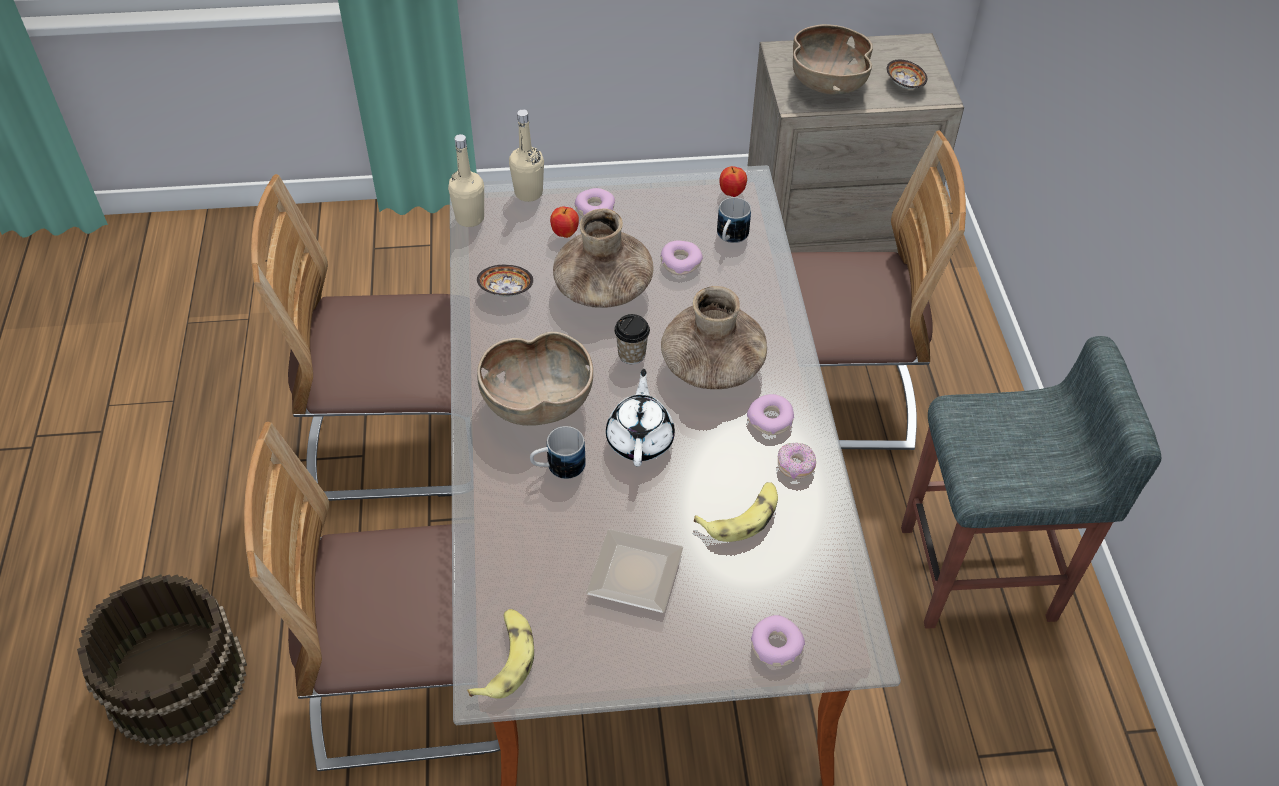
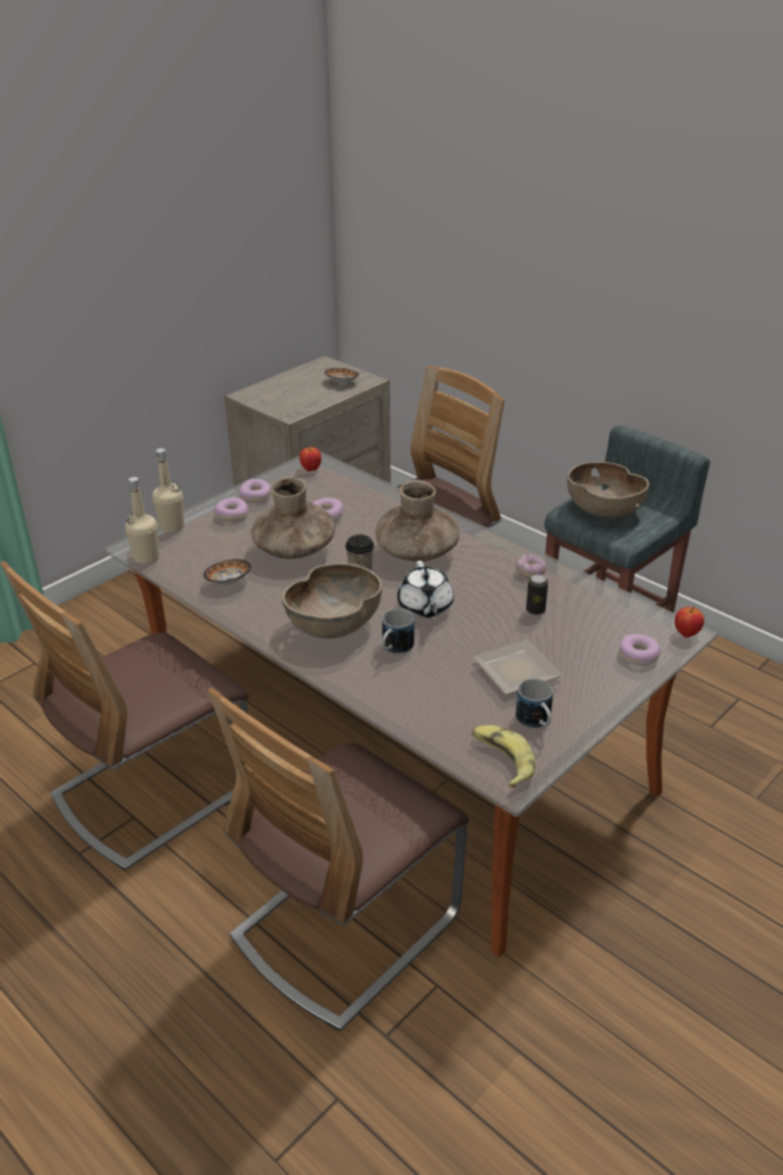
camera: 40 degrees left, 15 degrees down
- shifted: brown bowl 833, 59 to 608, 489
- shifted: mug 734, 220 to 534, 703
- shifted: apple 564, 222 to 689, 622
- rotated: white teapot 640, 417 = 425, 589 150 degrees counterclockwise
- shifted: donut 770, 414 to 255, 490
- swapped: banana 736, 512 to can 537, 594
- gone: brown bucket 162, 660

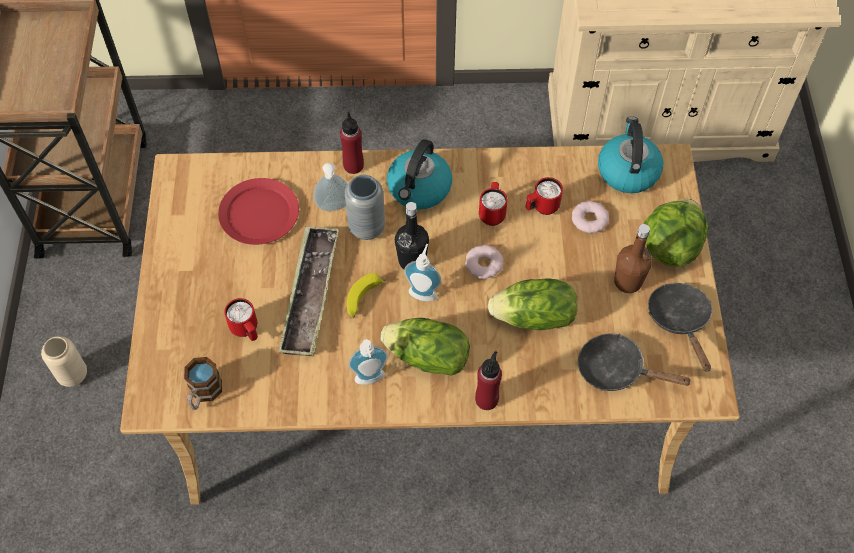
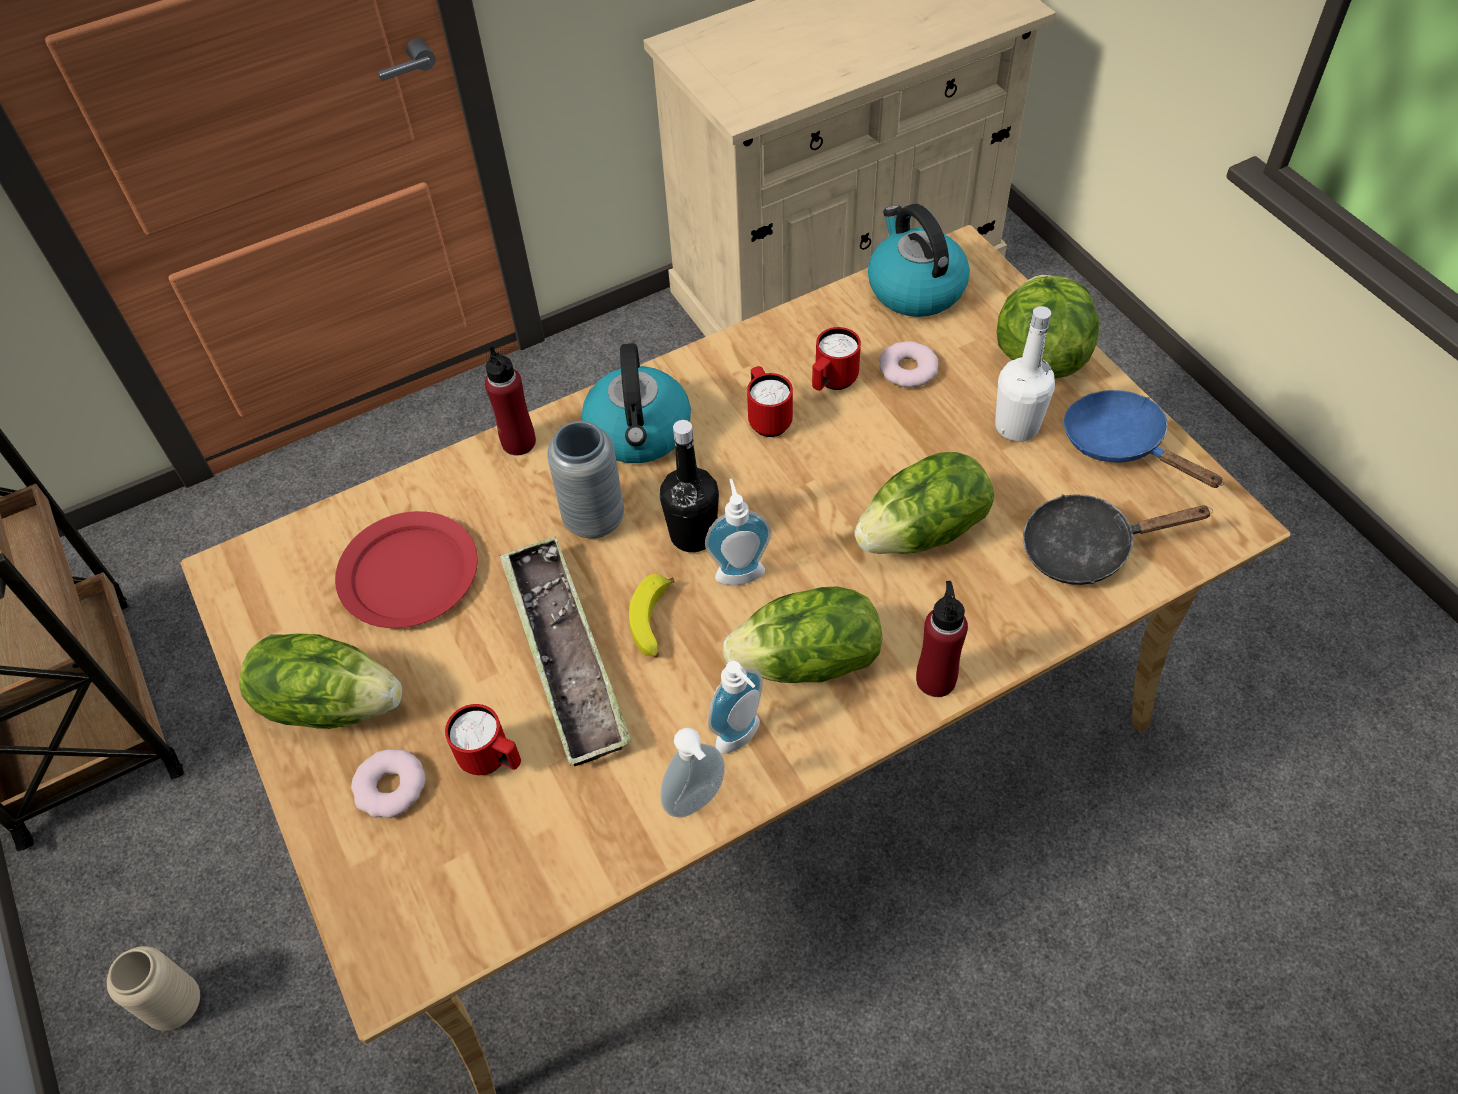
camera: 25 degrees left, 5 degrees down
- shifted: soap dispenser 331, 187 to 693, 772
- repainted: brown bottle 633, 258 to white bottle 1025, 374
- shifted: donut 484, 262 to 388, 783
- repainted: black frying pan 680, 327 to blue frying pan 1144, 439
- gone: mug 203, 383
- new: lettuce 321, 681

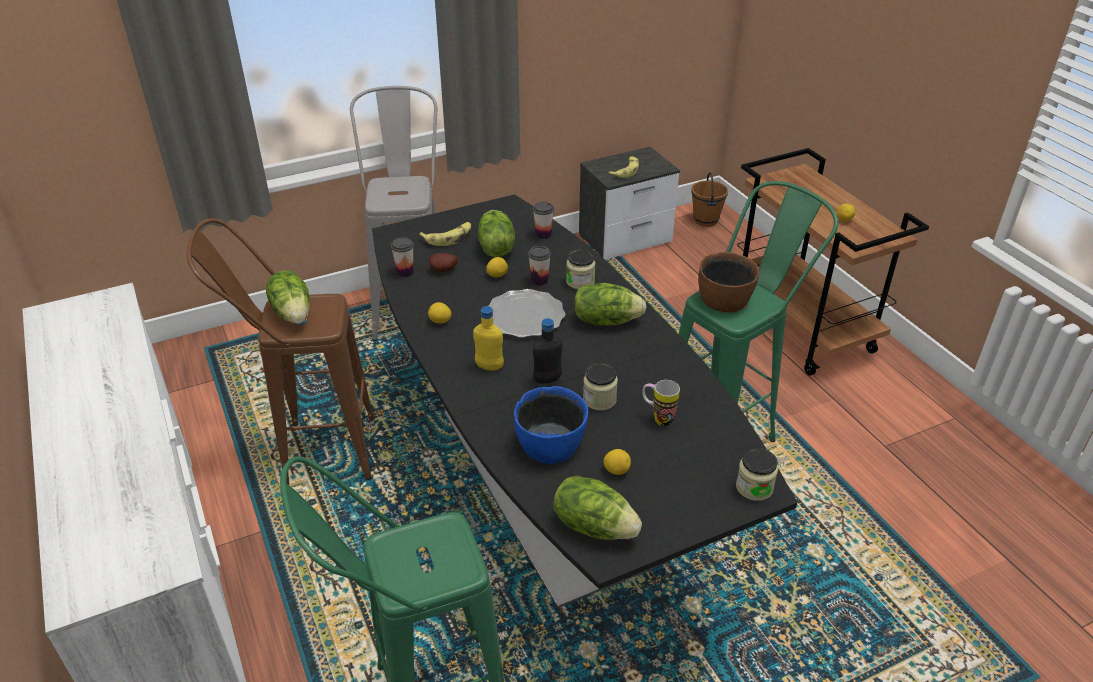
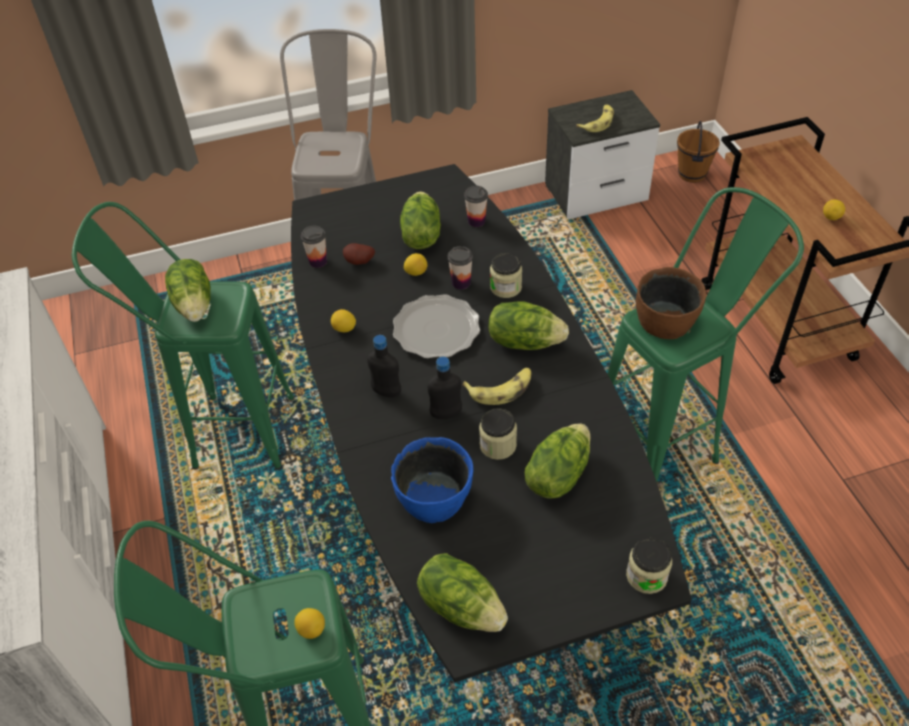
camera: 10 degrees right, 10 degrees up
- repainted: brown stool 281, 351 to green stool 183, 336
- shifted: banana 445, 234 to 497, 386
- repainted: yellow bottle 488, 338 to black bottle 384, 366
- swapped: mug 661, 403 to lettuce 558, 461
- shifted: lemon 617, 462 to 309, 623

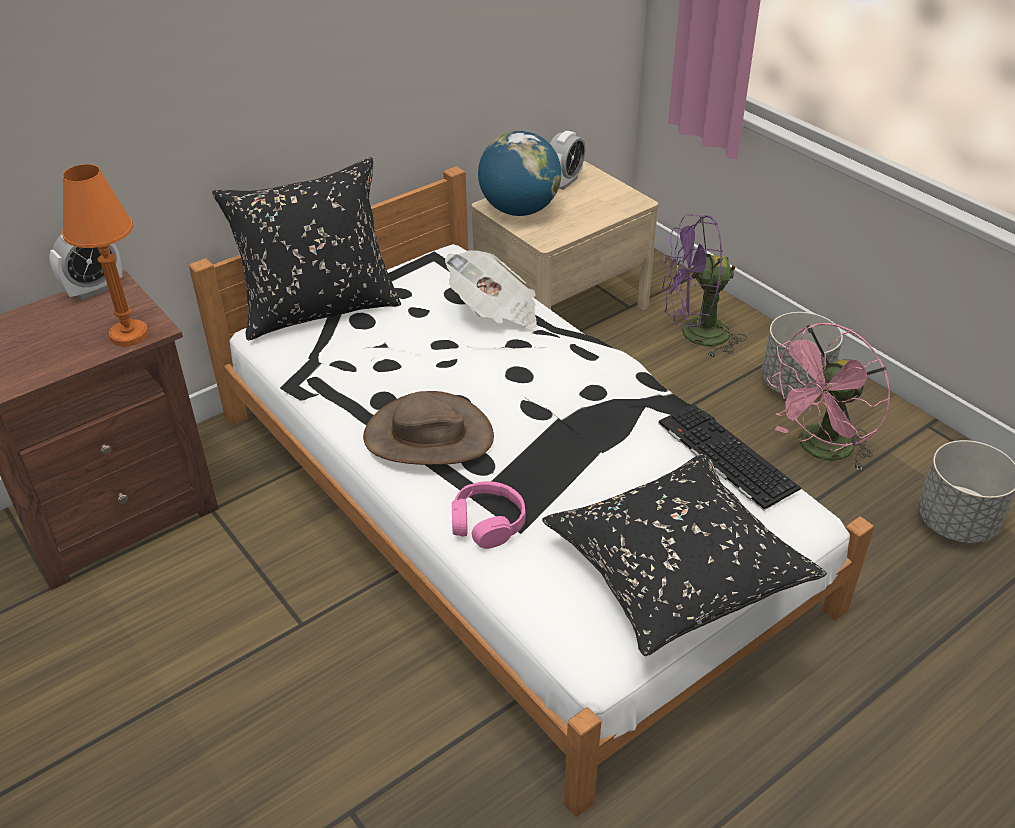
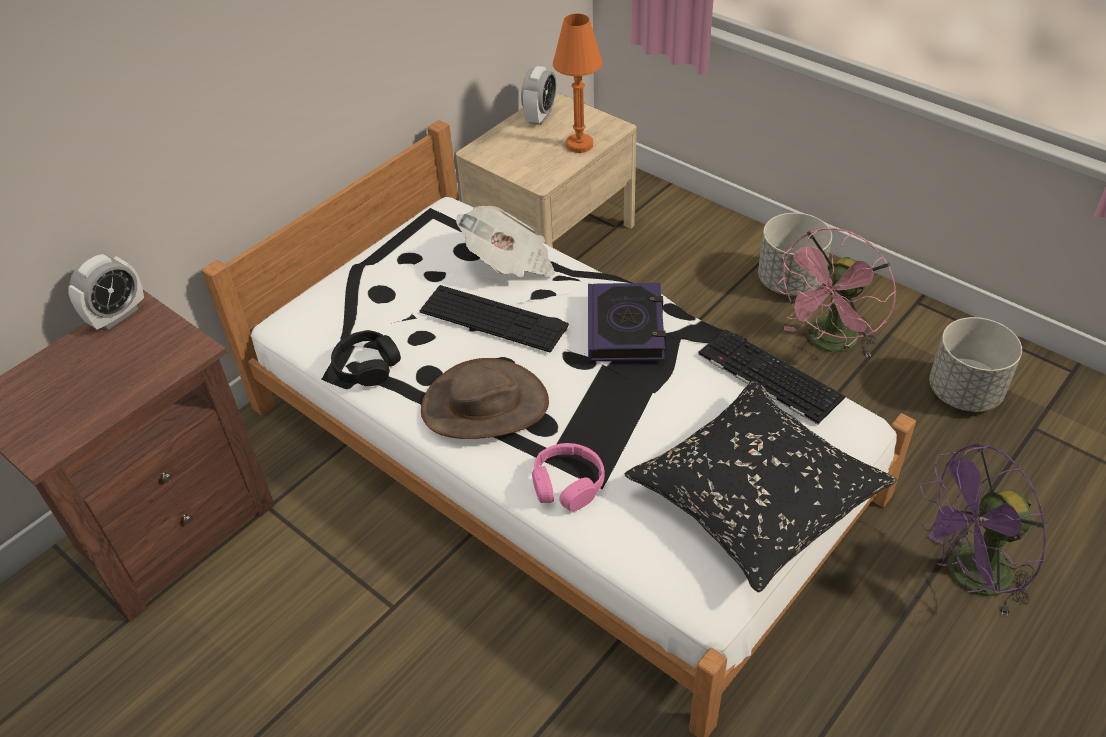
camera: 10 degrees left, 5 degrees up
- gone: globe 519, 173
- gone: black pillow 306, 249
- shifted: orange table lamp 105, 255 to 578, 83
- shifted: purple fan 704, 286 to 983, 530
- new: book 627, 322
- new: keyboard 494, 318
- new: black headphones 366, 358

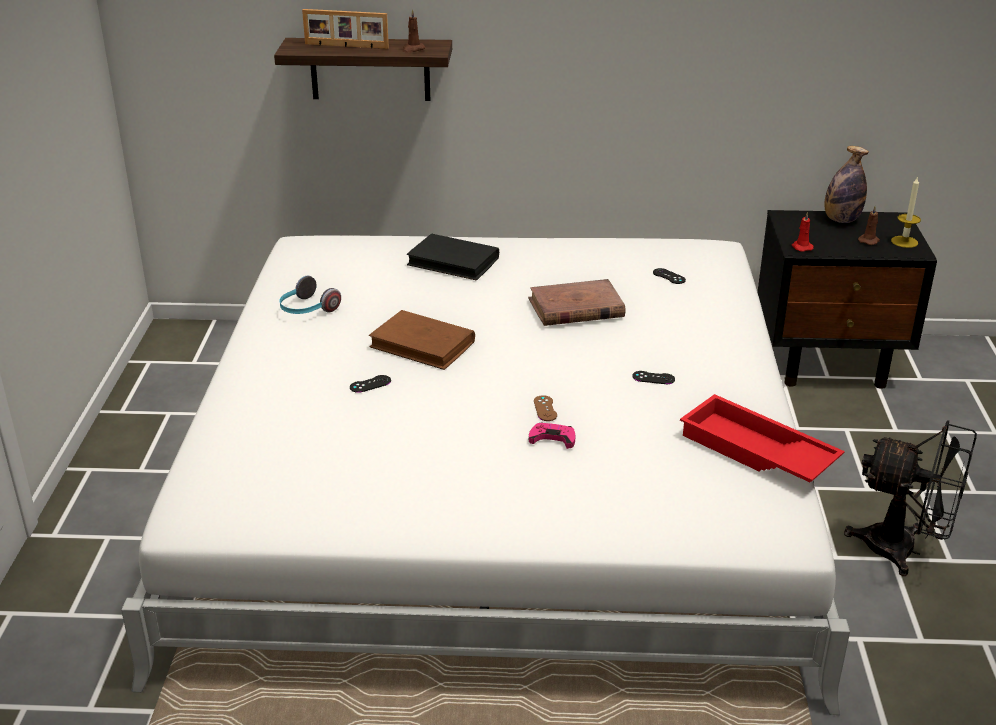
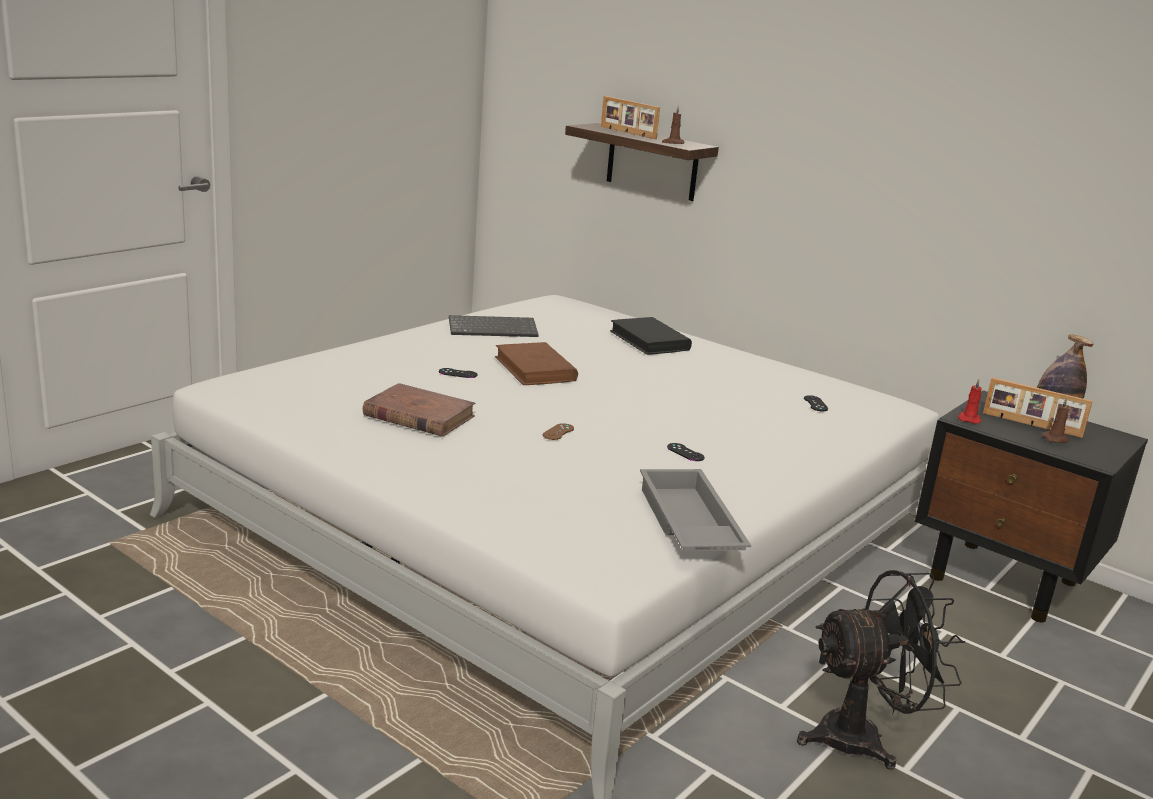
camera: 35 degrees right, 10 degrees down
- gone: candle 906, 212
- swapped: headphones 310, 295 to keyboard 494, 326
- shifted: brown book 576, 302 to 419, 410
- repainted: red tray 762, 438 to grey tray 695, 510
- rotated: black fan 910, 498 = 881, 670 75 degrees counterclockwise
- gone: pink game controller 552, 435
- new: picture frame 1038, 407

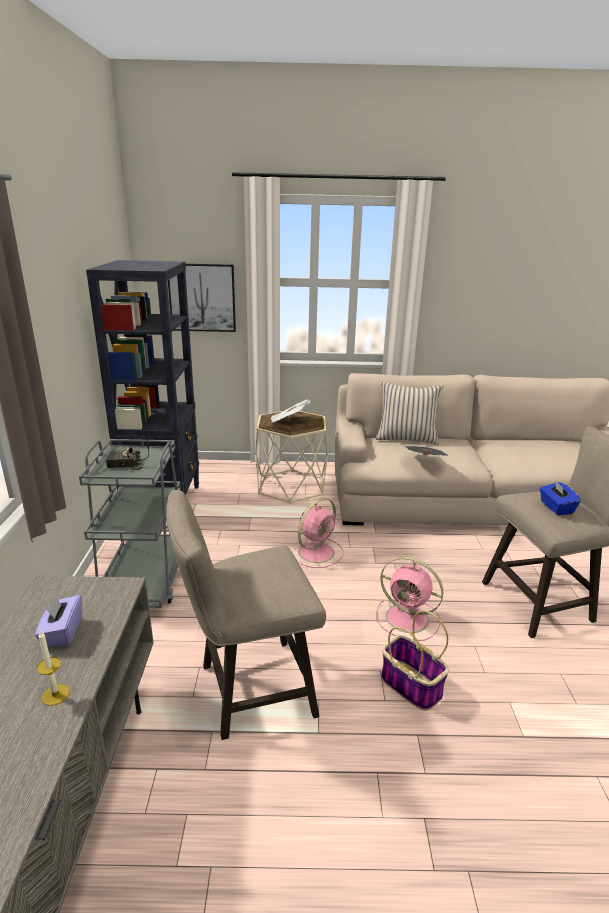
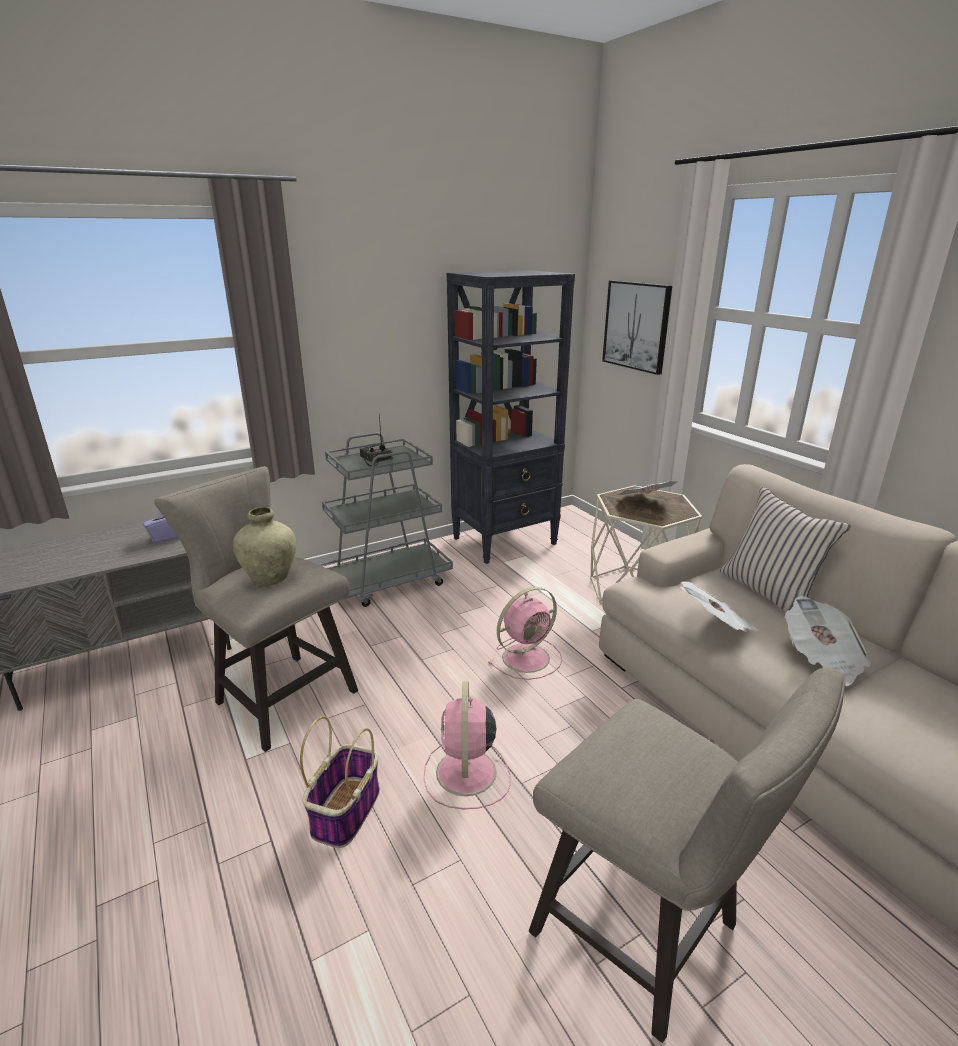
camera: 60 degrees right, 0 degrees up
- gone: blue tissue box 560, 497
- rotated: pink fan 318, 533 = 525, 633 45 degrees counterclockwise
- gone: candle 53, 668
- new: beige vase 264, 546
- new: newspaper 828, 641

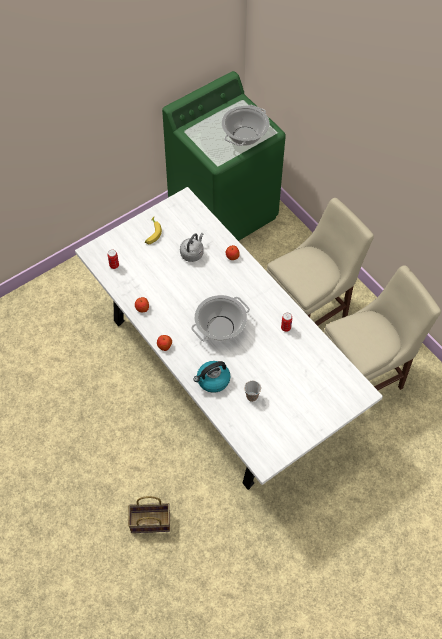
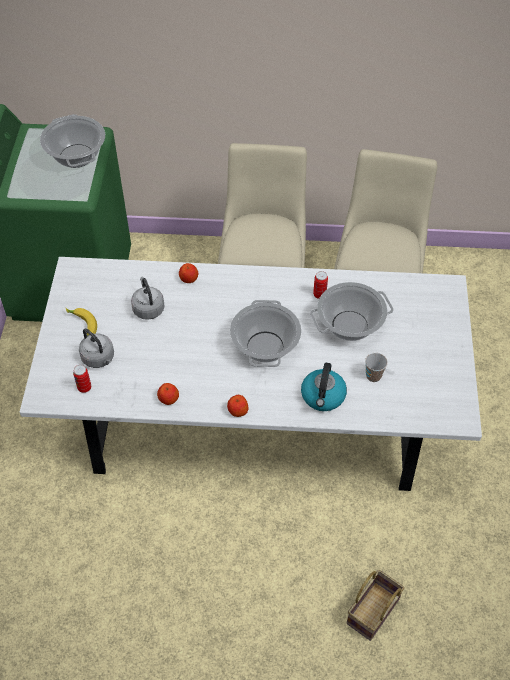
camera: 50 degrees left, 5 degrees down
- new: cooking pot 352, 311
- new: grey kettle 96, 348

